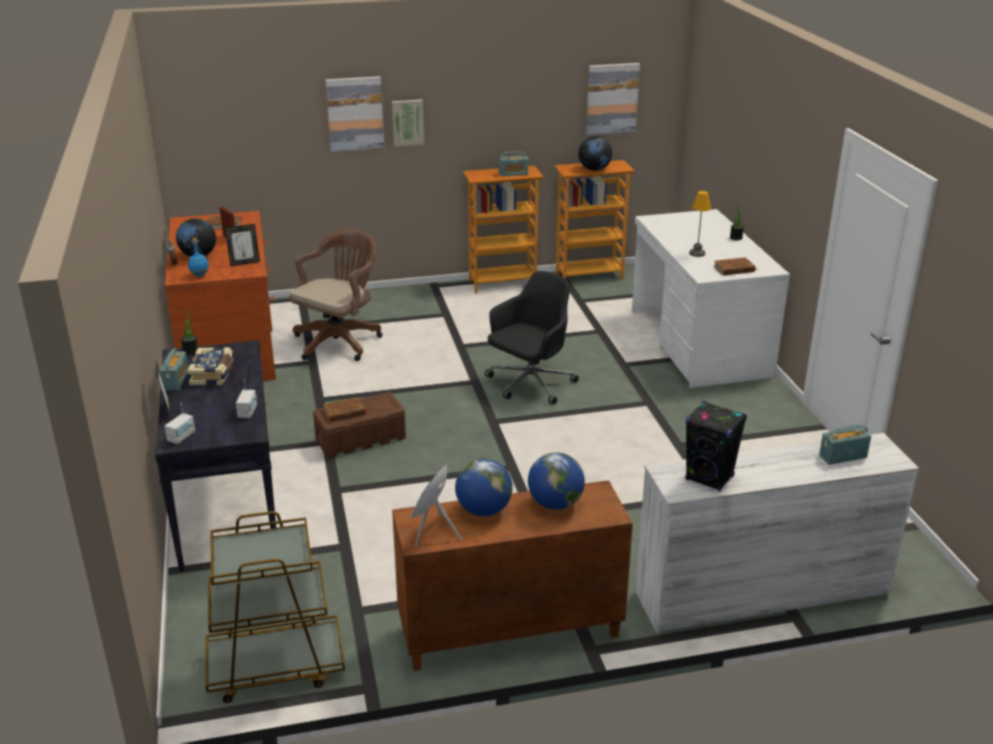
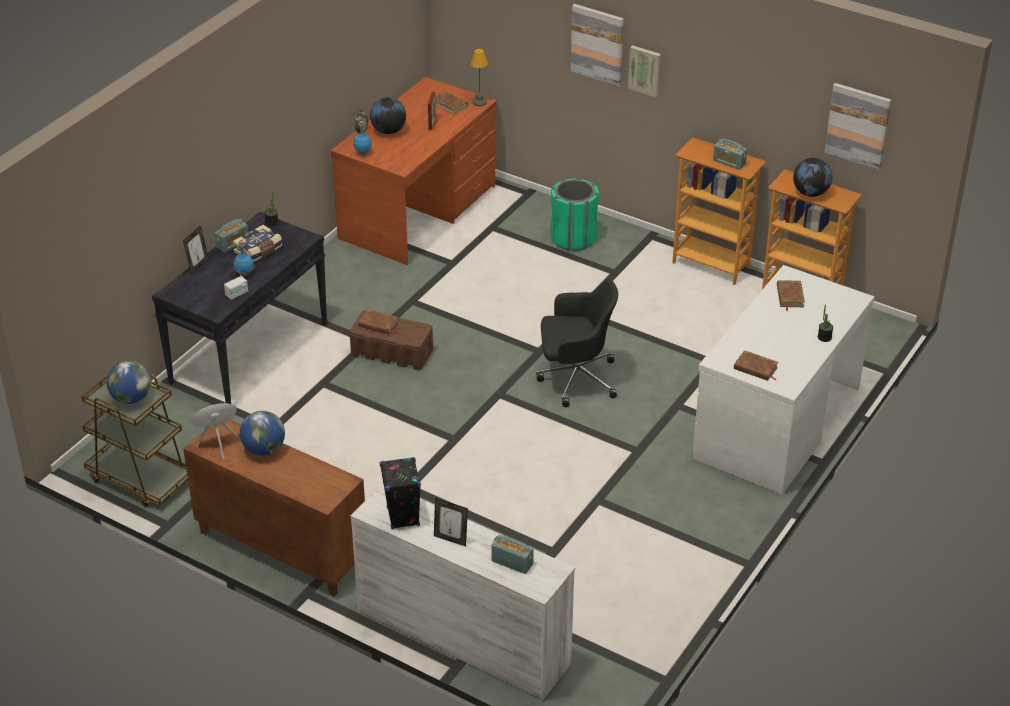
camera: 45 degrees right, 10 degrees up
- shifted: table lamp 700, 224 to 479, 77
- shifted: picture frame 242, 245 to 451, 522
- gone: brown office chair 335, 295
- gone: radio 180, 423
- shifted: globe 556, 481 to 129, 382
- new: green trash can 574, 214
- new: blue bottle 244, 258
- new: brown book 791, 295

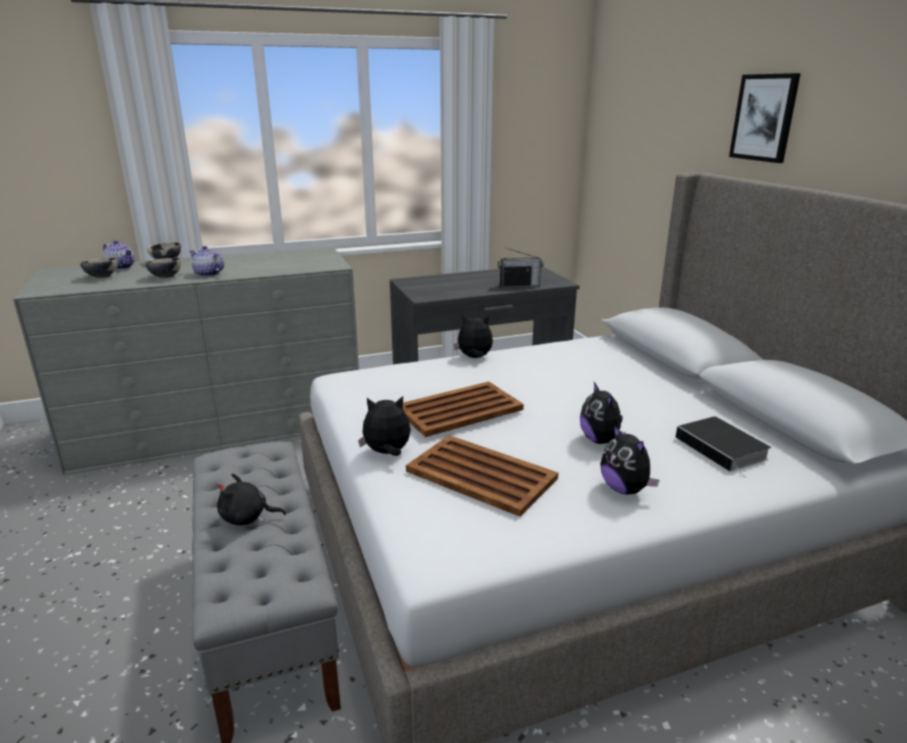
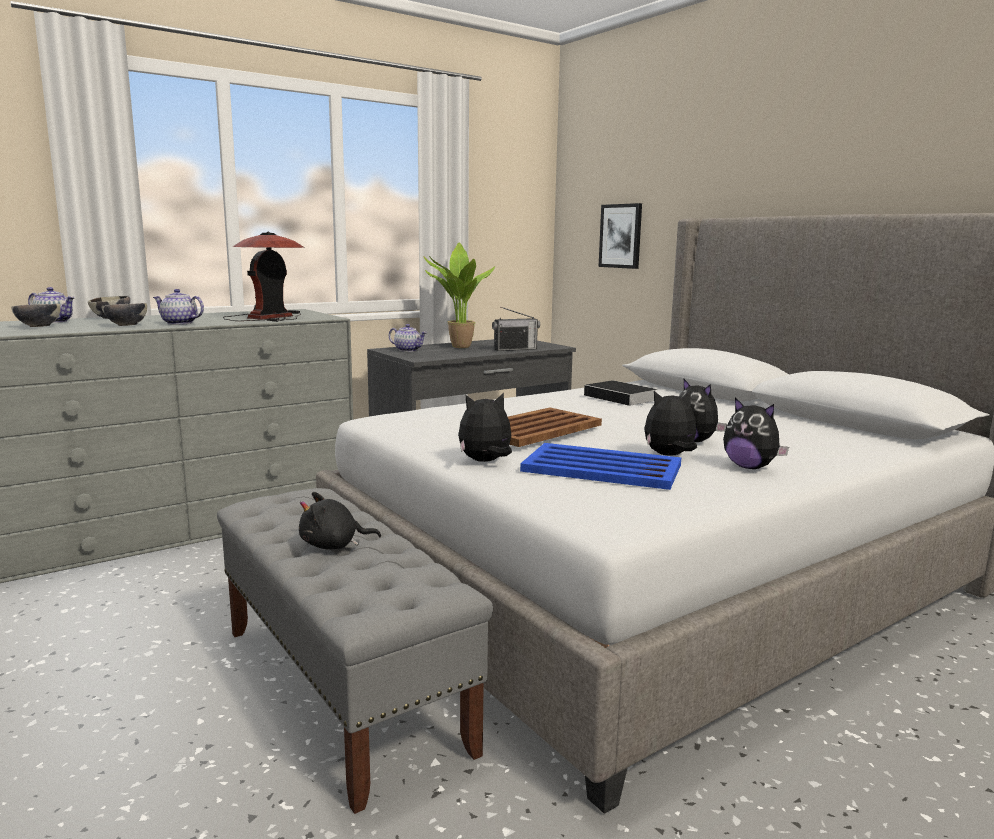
camera: 15 degrees left, 10 degrees down
- shifted: picture 765, 118 to 620, 236
- shifted: plush toy 473, 336 to 670, 422
- shifted: book 723, 447 to 620, 393
- repainted: brown tray 482, 476 to blue tray 600, 466
- new: table lamp 264, 277
- new: potted plant 459, 295
- new: teapot 408, 338

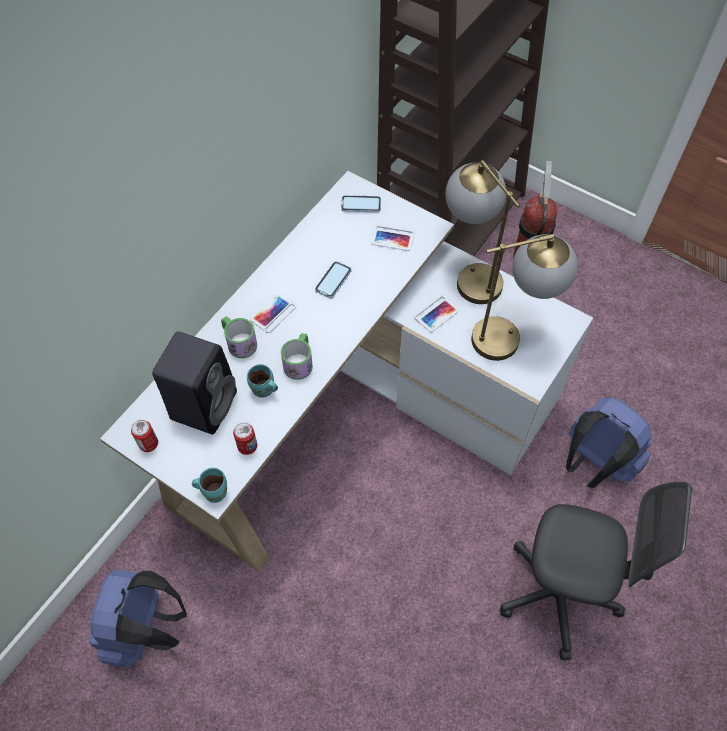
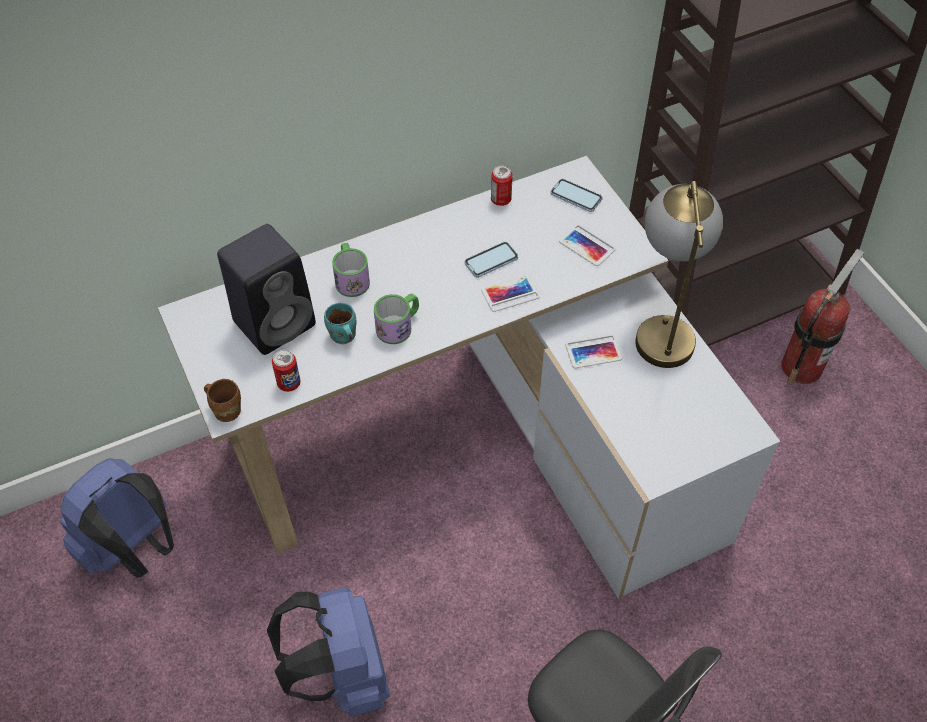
camera: 30 degrees right, 5 degrees down
- gone: table lamp 524, 297
- shifted: phone 273, 313 to 510, 293
- shifted: blue backpack 609, 442 to 328, 652
- shifted: can 144, 436 to 502, 186
- repainted: turquoise mug 209, 485 to brown mug 222, 400

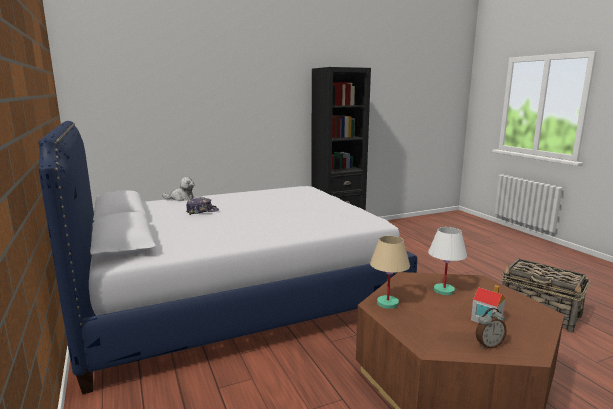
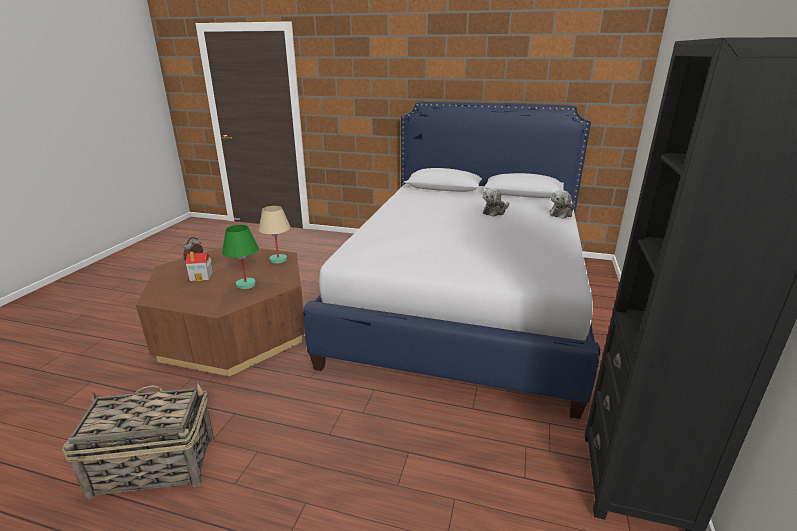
camera: 130 degrees right, 10 degrees up
- swapped: cap 202, 206 to plush toy 496, 202
- repainted: white table lamp 447, 261 to green table lamp 240, 257

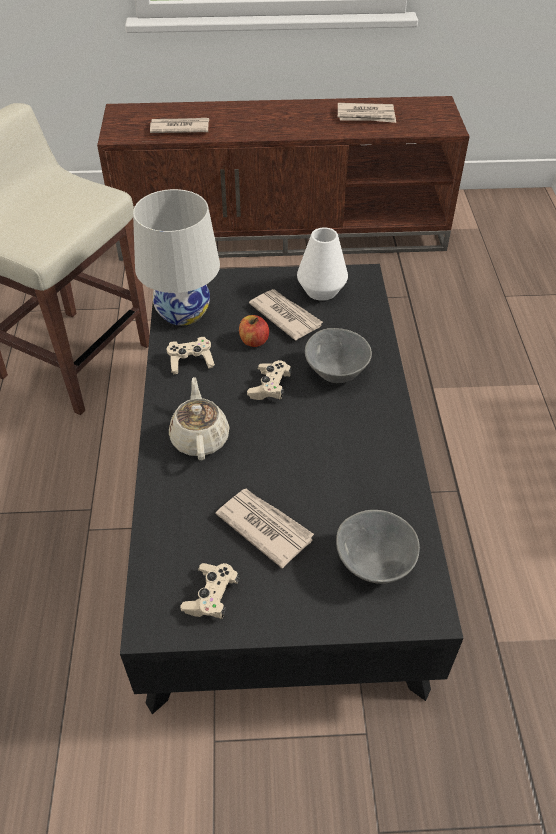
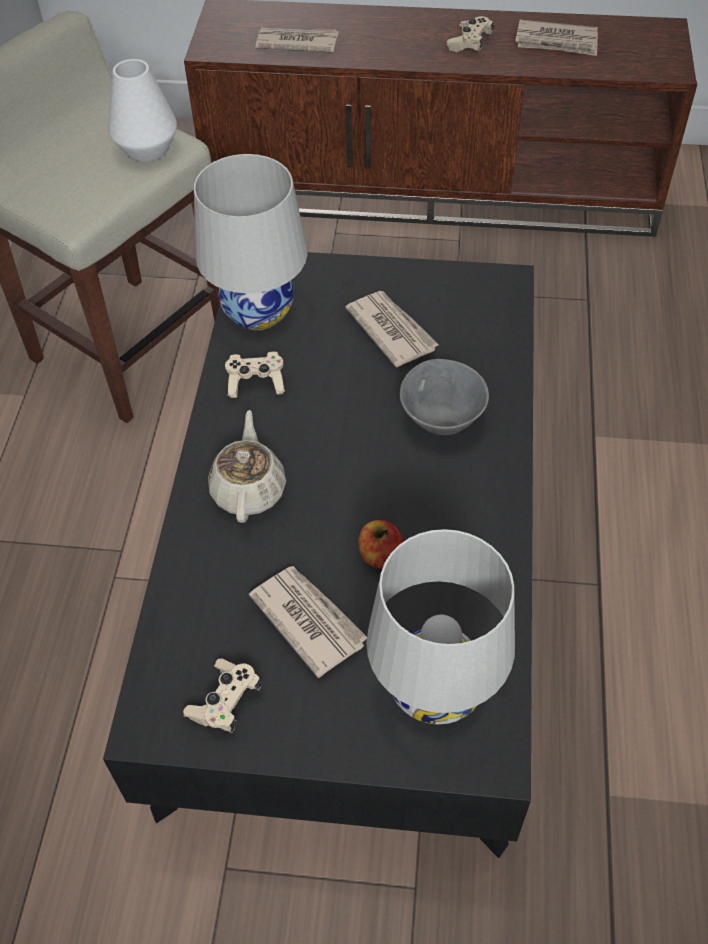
camera: 10 degrees right, 5 degrees up
- shifted: white vase 322, 264 to 142, 110
- shifted: apple 254, 331 to 381, 544
- shifted: beige game controller 269, 380 to 470, 34
- swapped: grey bowl 378, 547 to white table lamp 440, 627

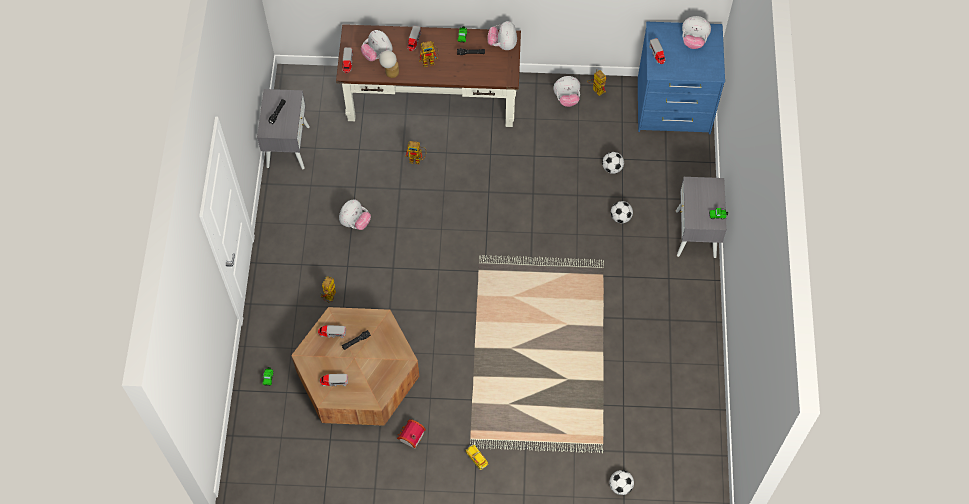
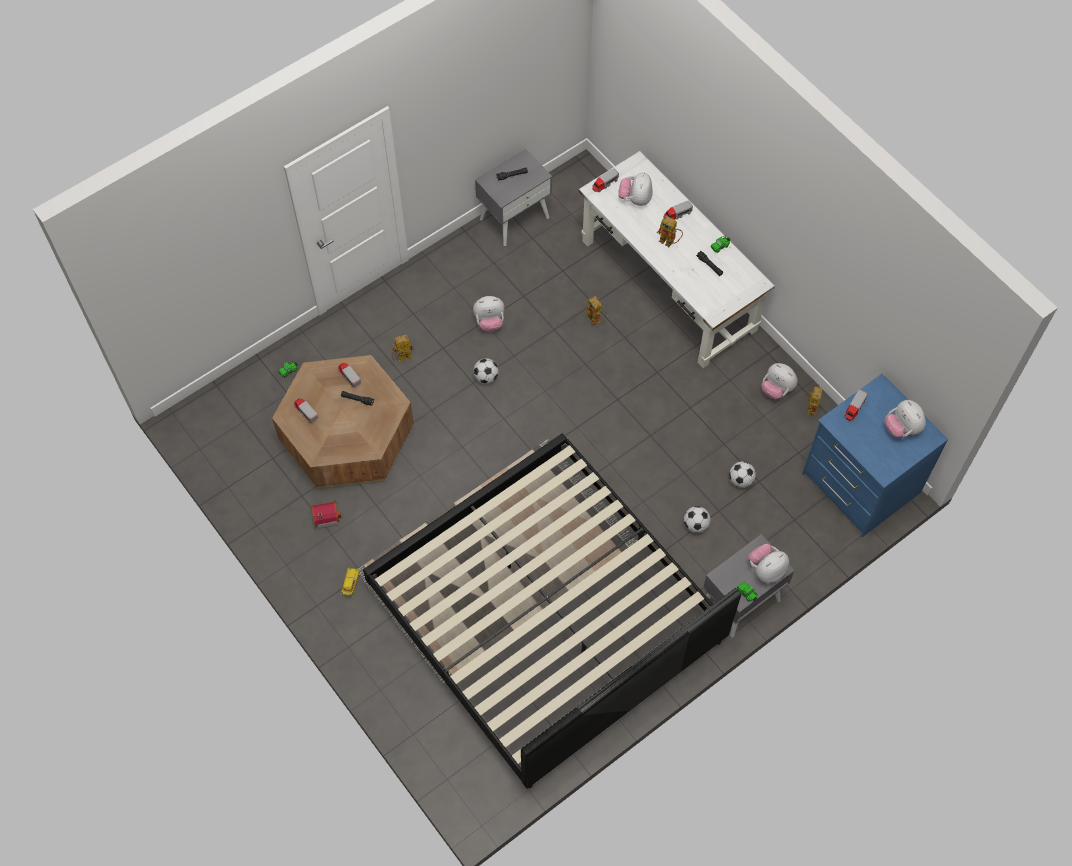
camera: 50 degrees right, 0 degrees up
- shifted: plush toy 502, 35 to 768, 563
- repainted: brown desk 428, 75 to white desk 677, 259
- gone: table lamp 389, 64
- shifted: football 621, 482 to 486, 371
- new: bed 552, 611

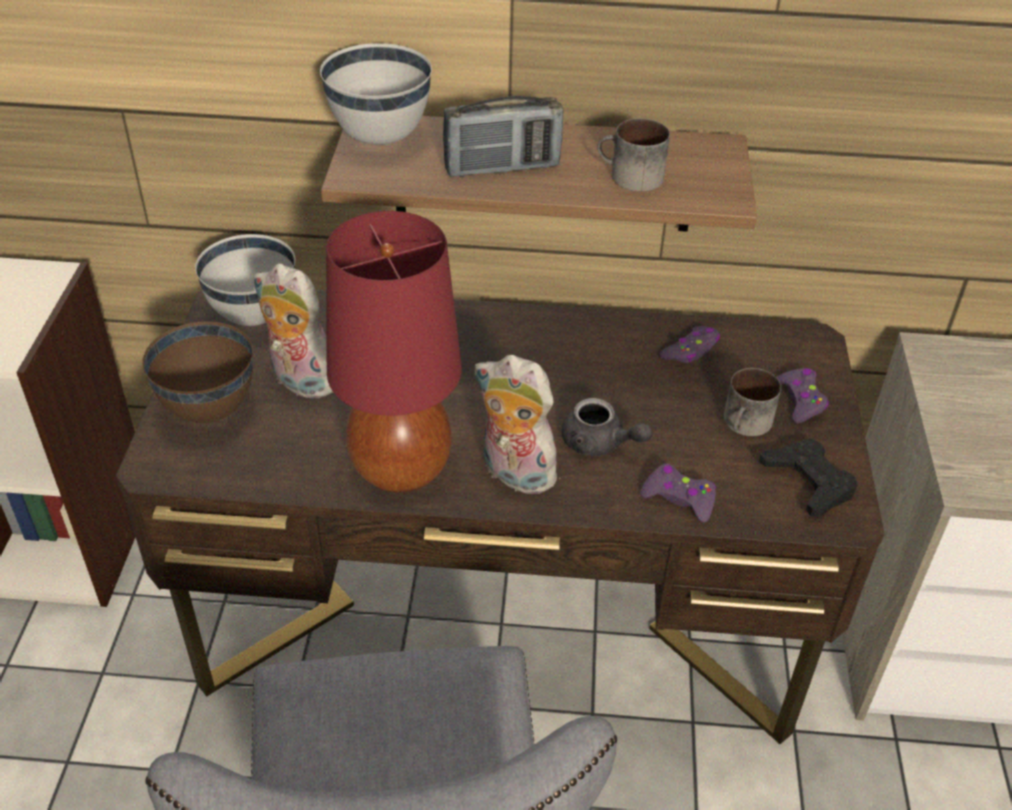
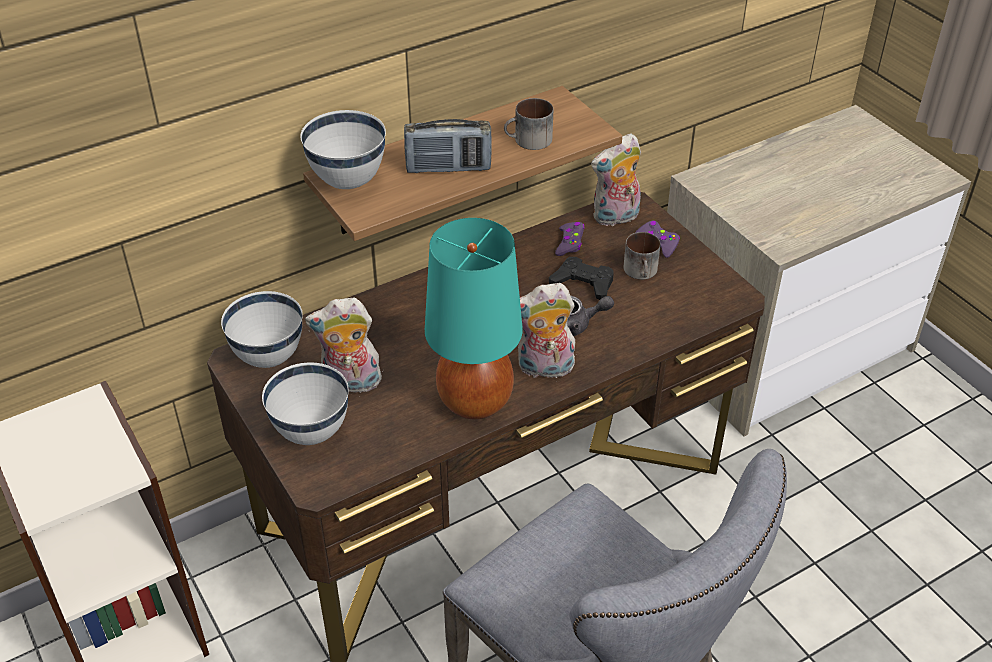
camera: 35 degrees left, 0 degrees up
- rotated: radio 503, 136 = 448, 146 45 degrees clockwise
- repainted: red table lamp 394, 352 to turquoise table lamp 474, 319
- repainted: brown bowl 197, 372 to white bowl 305, 404
- shifted: black game controller 808, 477 to 581, 278
- gone: purple game controller 678, 493
- new: plush toy 616, 179

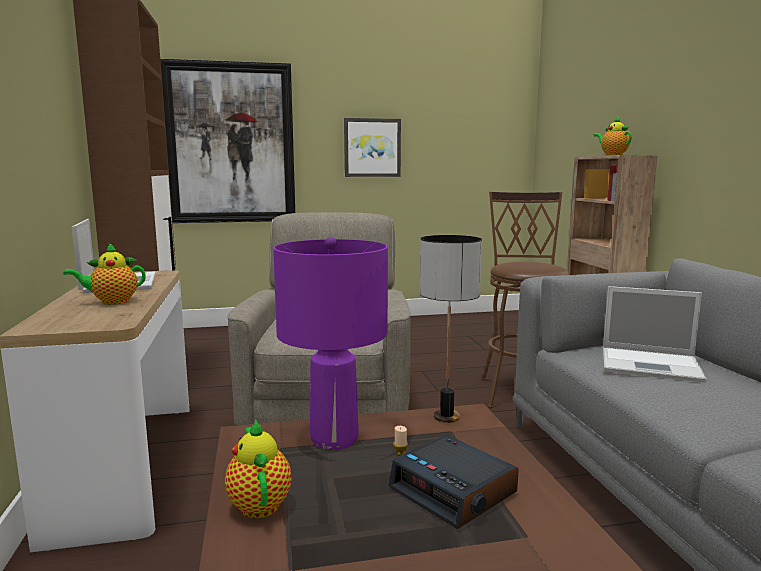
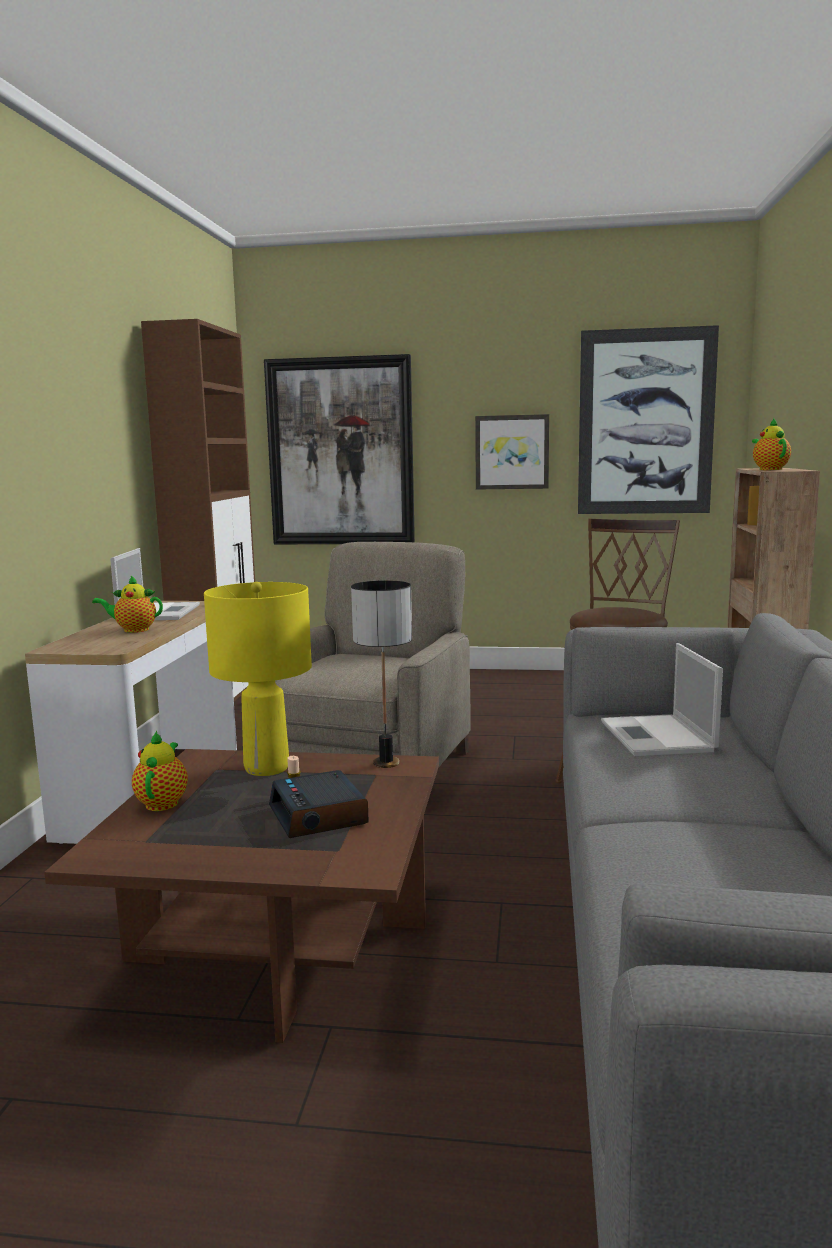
camera: 20 degrees right, 0 degrees up
- repainted: purple table lamp 330, 343 to yellow table lamp 258, 679
- rotated: laptop 655, 334 = 662, 699 45 degrees clockwise
- new: picture 648, 419

